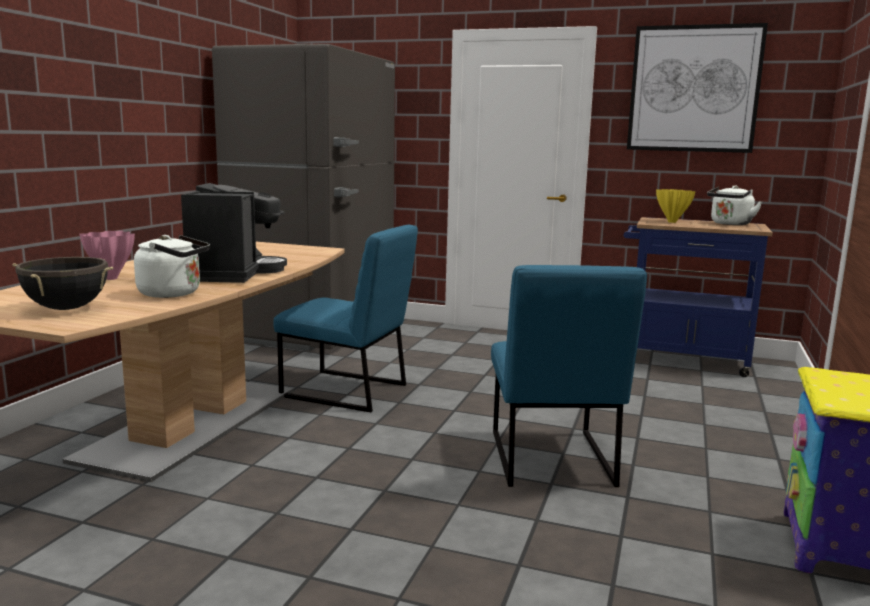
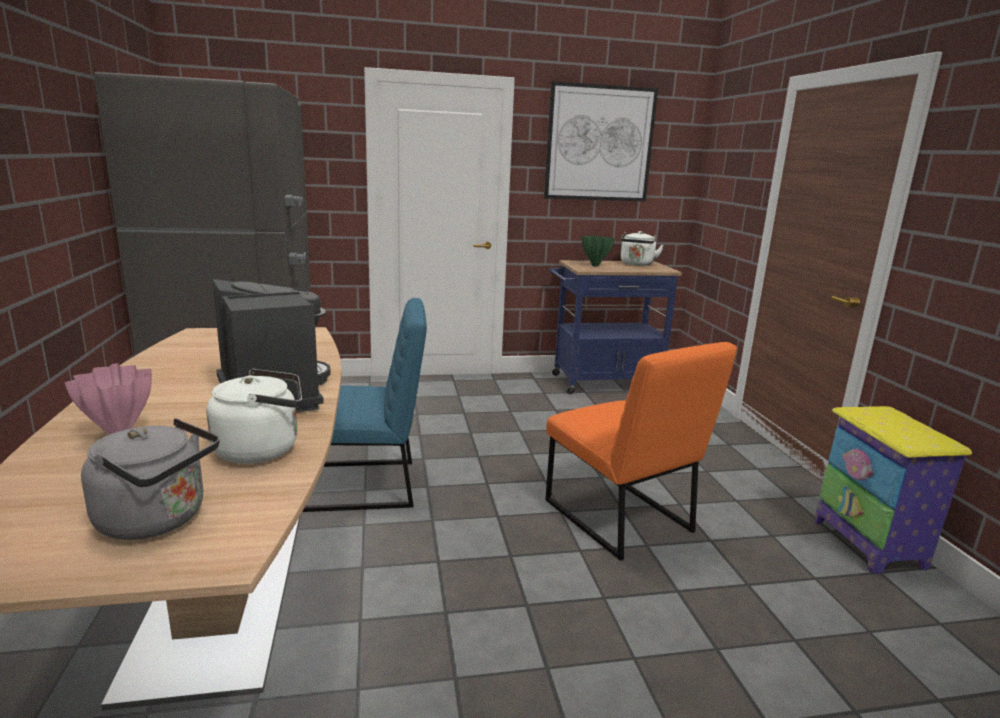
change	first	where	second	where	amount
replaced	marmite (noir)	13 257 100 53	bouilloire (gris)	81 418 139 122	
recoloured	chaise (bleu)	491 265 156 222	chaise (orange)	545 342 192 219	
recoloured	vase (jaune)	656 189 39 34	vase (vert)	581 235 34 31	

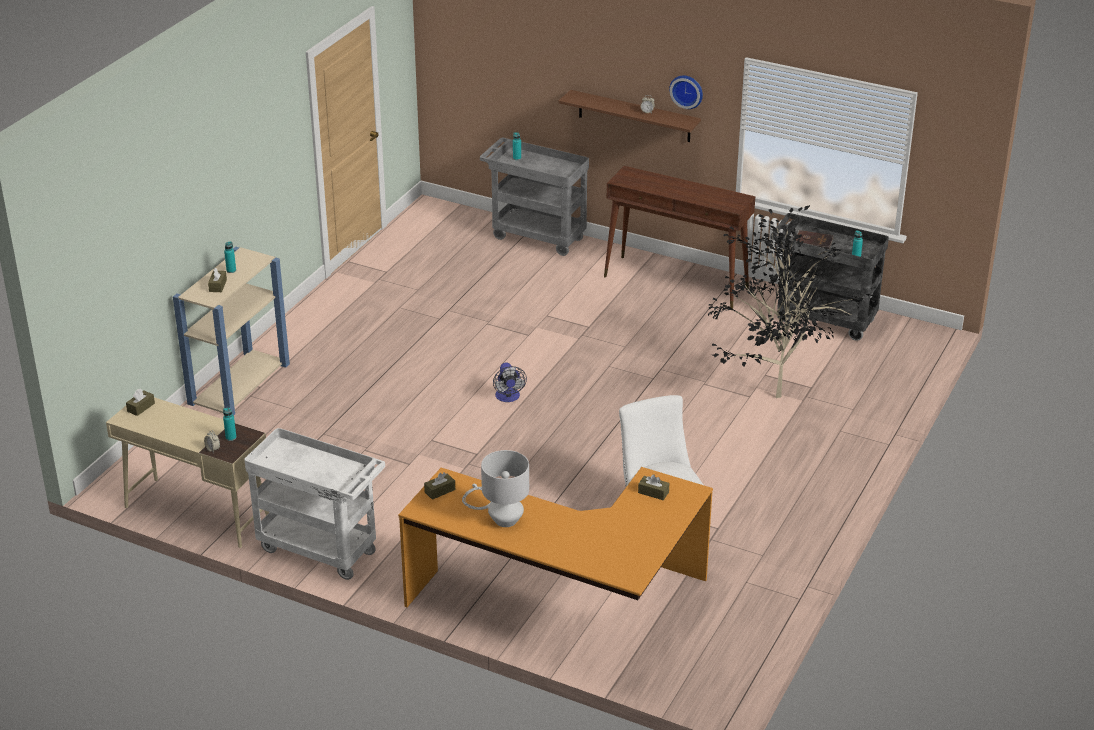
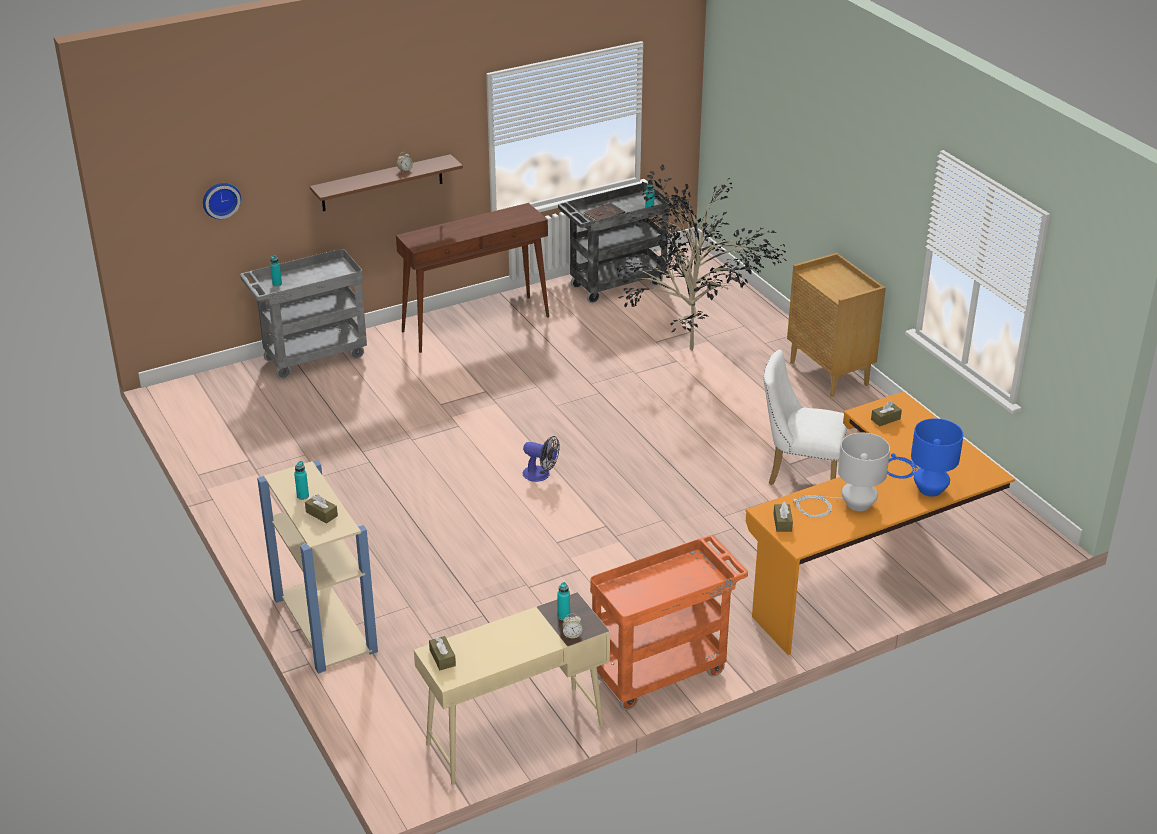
change	first	where	second	where	amount
added			meuble de rangement (marron)	787 253 99 144	
added			lampe de table (bleu)	887 418 77 79	
moved	horloge murale	669 76 34 33		203 183 38 36	
recoloured	chariot (blanc)	244 428 141 152	chariot (orange)	590 535 158 175	

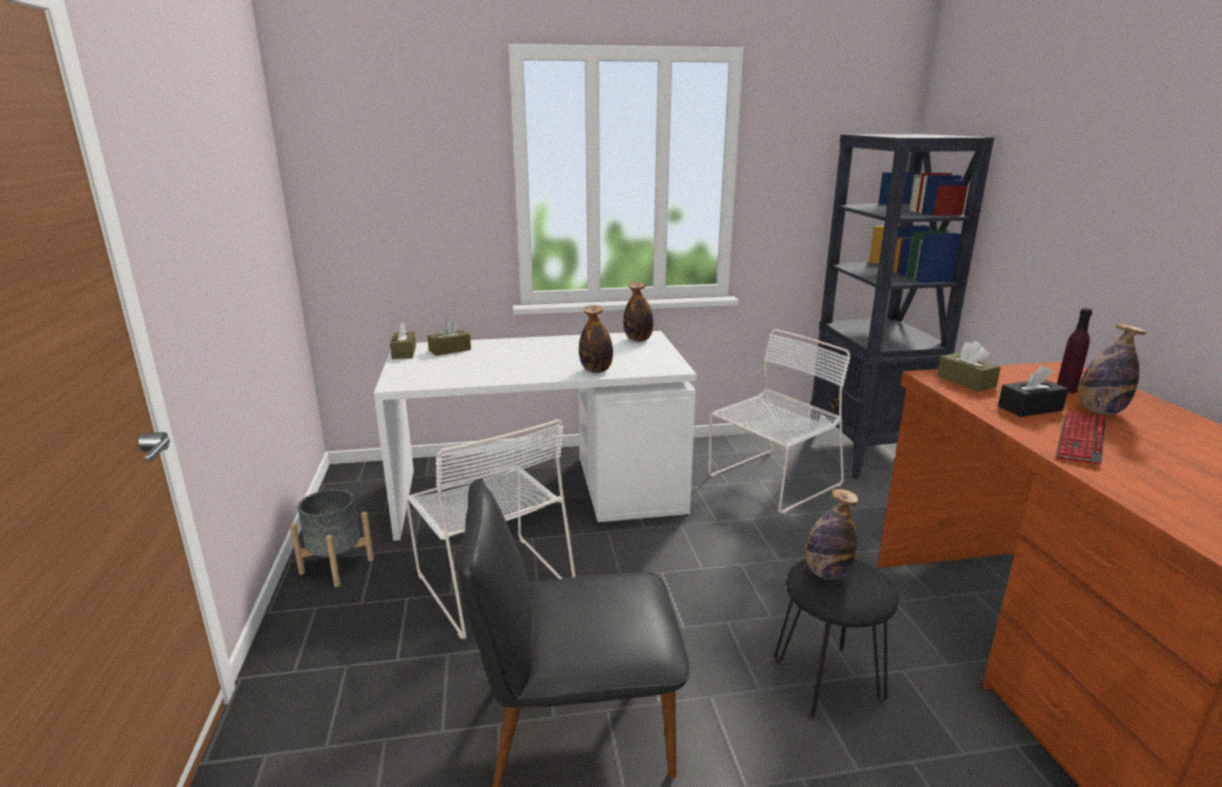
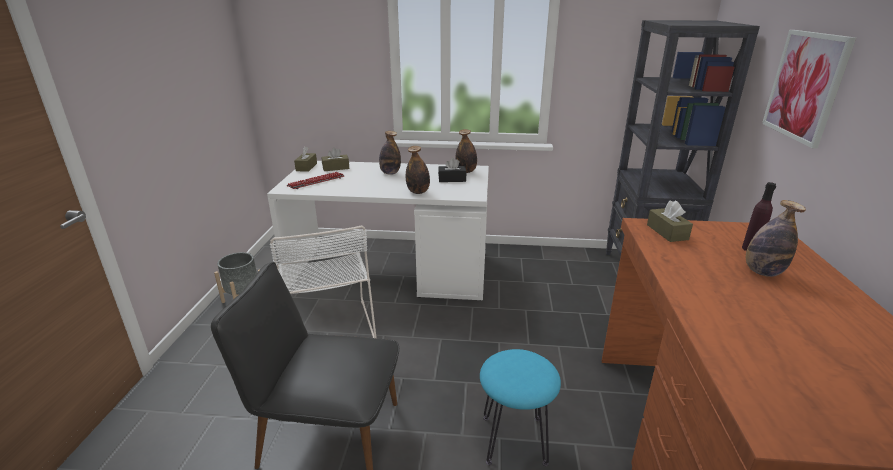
change	first	where	second	where	amount
removed	chaise (blanc)	708 329 142 185			
added			tableau	762 30 94 118	
moved	bouteille	806 489 53 91		379 131 22 43	
moved	boîte à mouchoirs (noir)	998 365 70 52		438 158 29 24	
moved	clavier	1055 412 51 53		287 172 58 17	
recoloured	tabouret (noir)	774 559 124 161	tabouret (turquoise)	480 349 81 117	

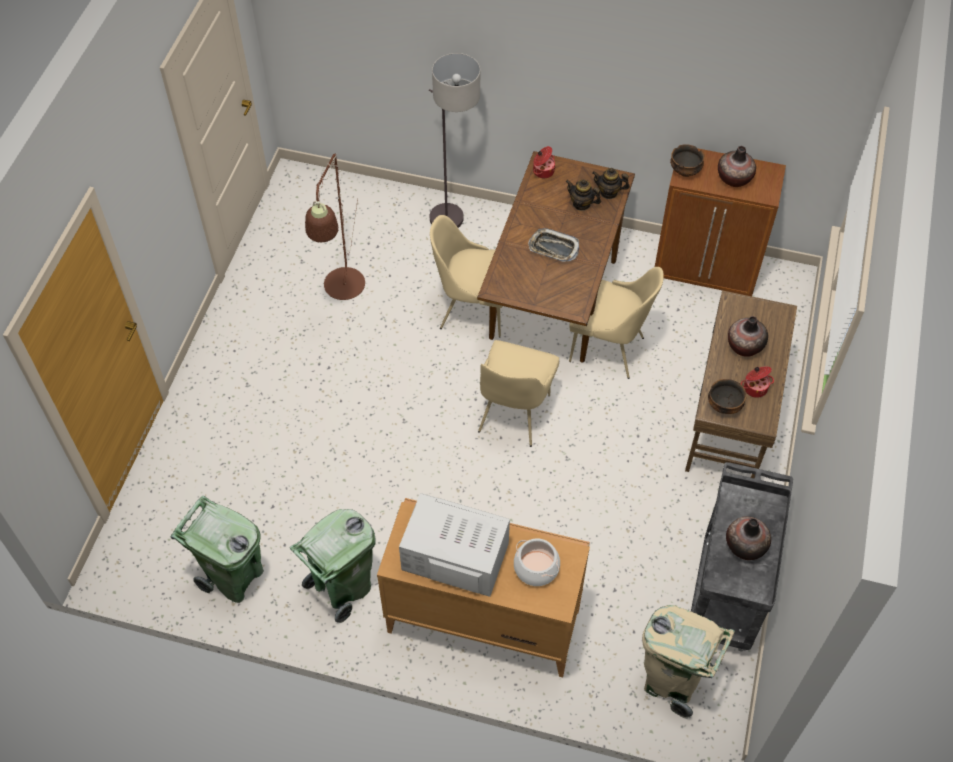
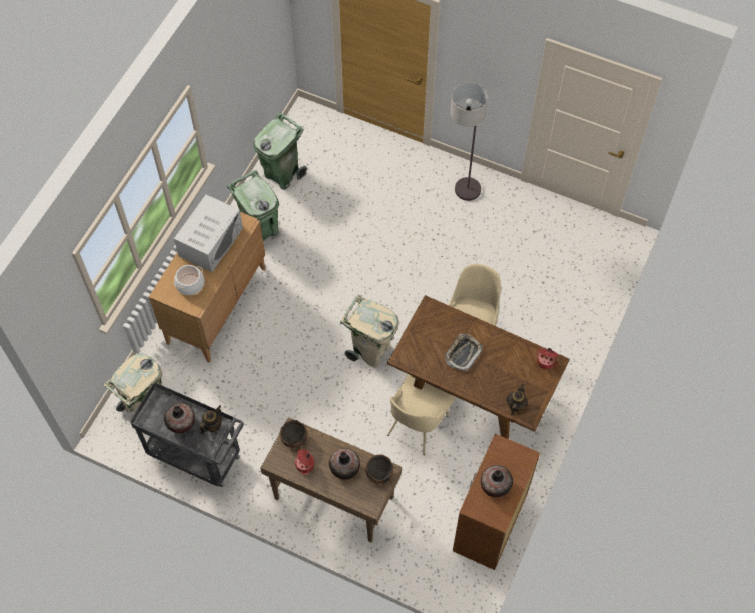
change	first	where	second	where	amount
removed	lampadaire (marron)	305 153 60 147			
moved	lampadaire (gris)	429 53 51 175		450 83 38 118	
moved	théière	566 179 35 32		200 405 22 29	
moved	bol	670 144 35 33		365 455 28 29	
replaced	chaise (beige)	478 340 81 107	poubelle (beige)	340 295 59 73	

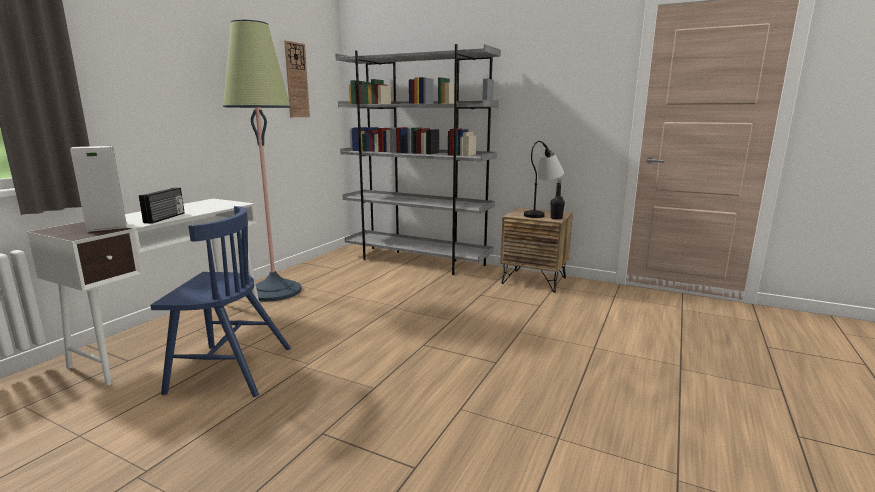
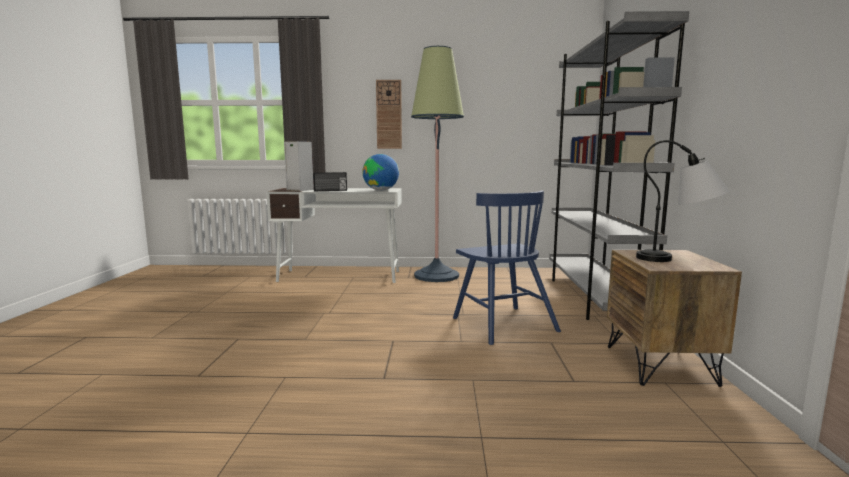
change	first	where	second	where	amount
removed	bouteille (noir)	551 179 14 41			
added			globe	362 154 37 37	
moved	chaise (bleu)	150 206 141 191		453 190 108 155	
moved	horloge murale	284 41 26 76		376 80 26 69	

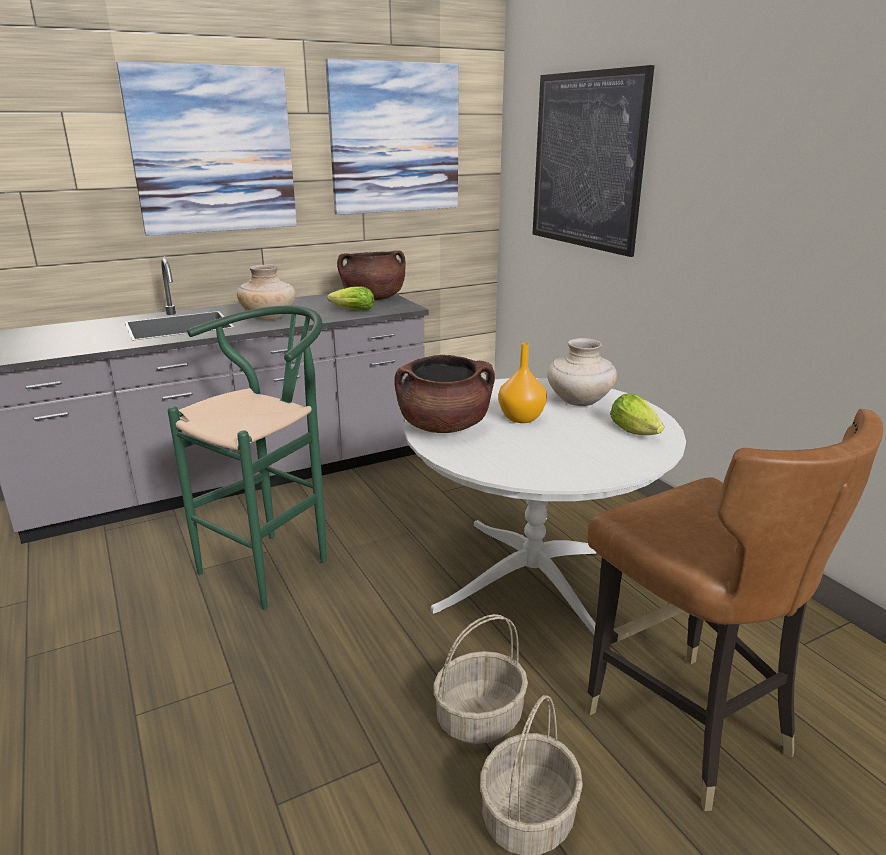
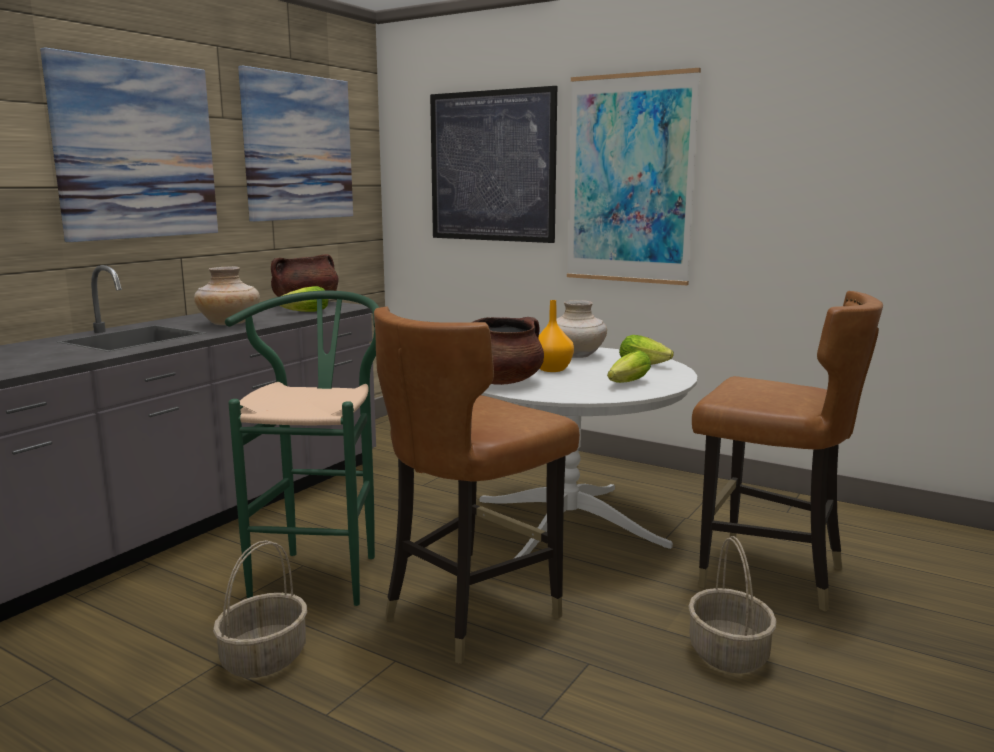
change	first	where	second	where	amount
added			chaise (marron)	374 306 206 358	
added			tableau	567 68 134 217	
added			laitue	607 350 44 33	
moved	panier	433 614 95 130		213 540 94 138	

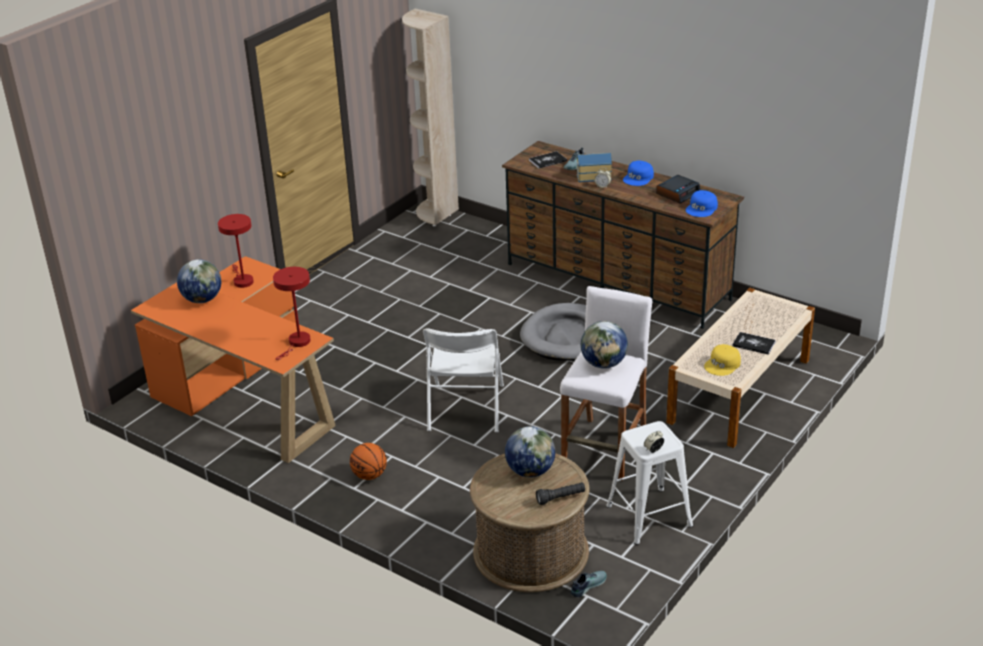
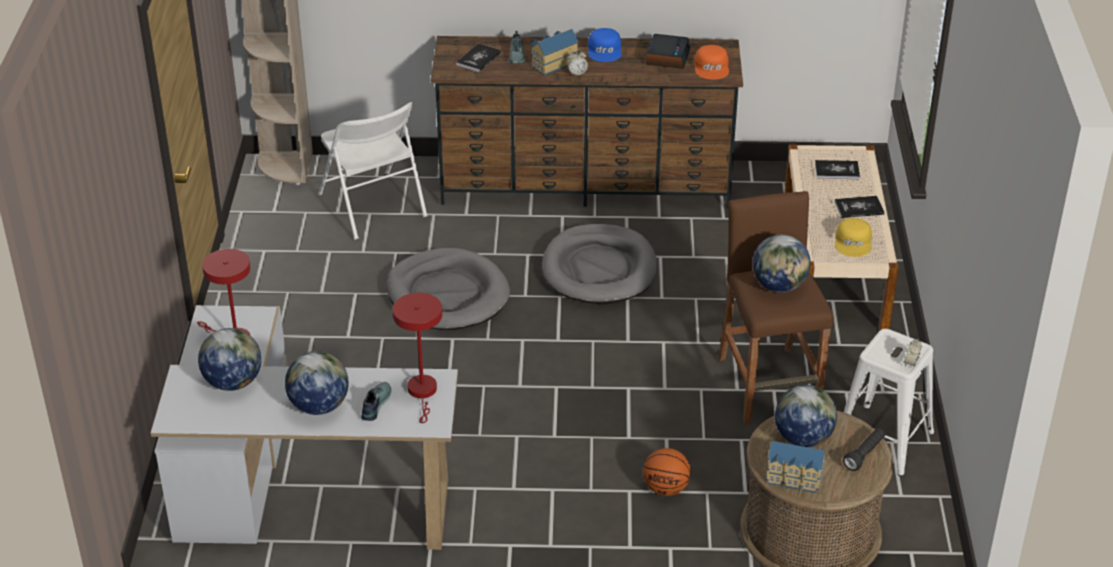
change	first	where	second	where	amount
added			globe	285 351 64 64	
added			panier pour chien (gris)	387 248 123 82	
added			maison miniature	766 441 60 52	
added			livre	815 160 45 19	
moved	ballon de basket	350 443 37 37		643 448 48 48	
moved	chaise (blanc)	423 329 81 103		318 102 110 138	
moved	chaussure	570 571 37 26		361 382 31 39	
recoloured	bureau (orange)	131 256 205 207	bureau (blanc)	151 305 307 245	
recoloured	tabouret (blanc)	560 286 92 195	tabouret (marron)	718 191 116 233	
recoloured	casquette (bleu)	686 190 32 27	casquette (orange)	694 45 35 35	

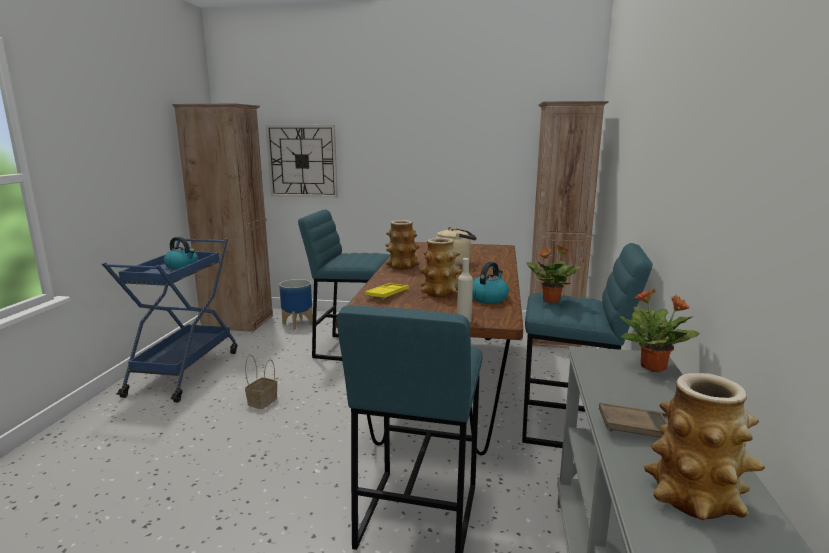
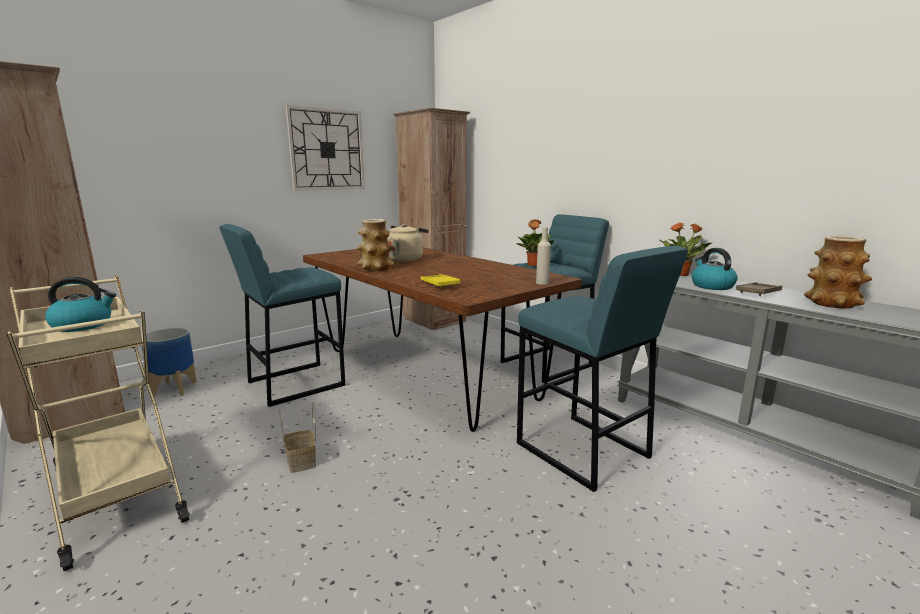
change	first	where	second	where	amount
removed	vase	420 238 42 60			
moved	horloge murale	266 125 72 73		286 105 79 86	
moved	bouilloire	472 262 37 42		692 248 46 42	
recoloured	chariot (bleu)	102 238 135 164	chariot (beige)	7 275 183 296	

